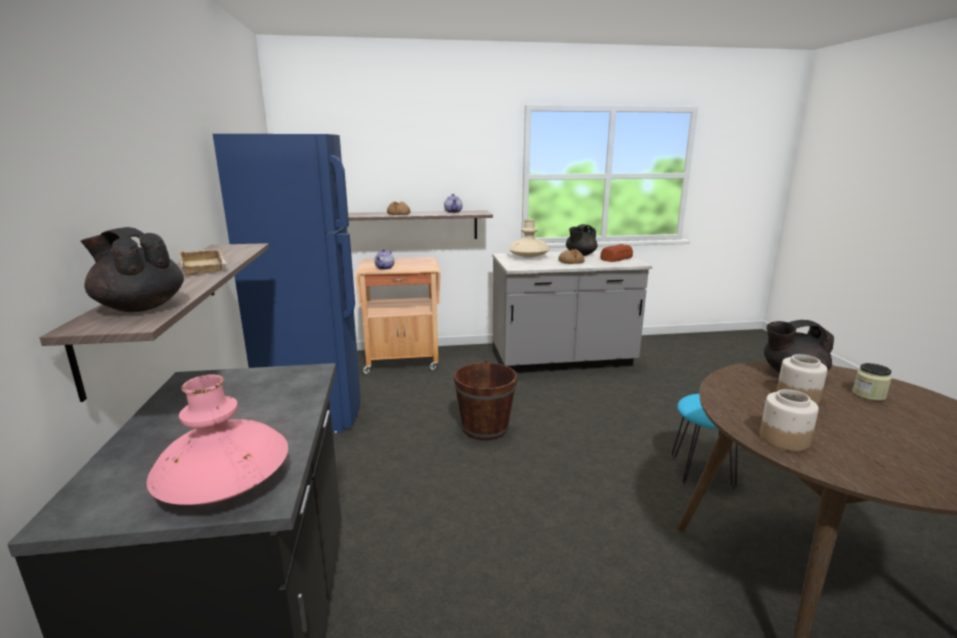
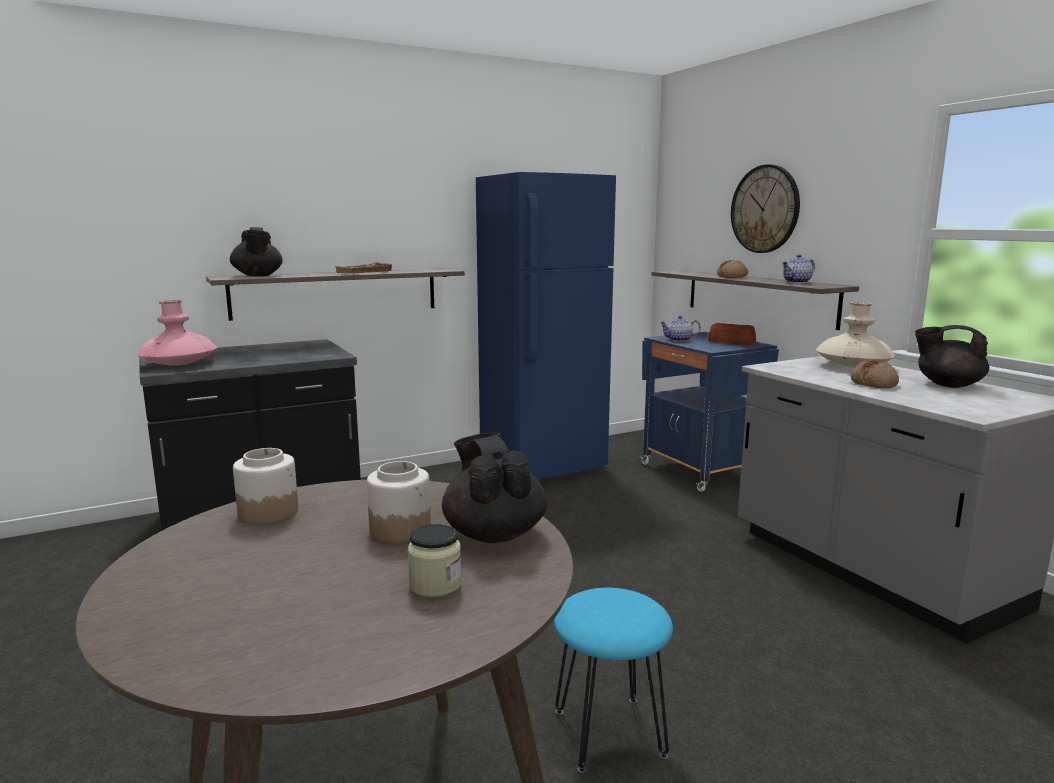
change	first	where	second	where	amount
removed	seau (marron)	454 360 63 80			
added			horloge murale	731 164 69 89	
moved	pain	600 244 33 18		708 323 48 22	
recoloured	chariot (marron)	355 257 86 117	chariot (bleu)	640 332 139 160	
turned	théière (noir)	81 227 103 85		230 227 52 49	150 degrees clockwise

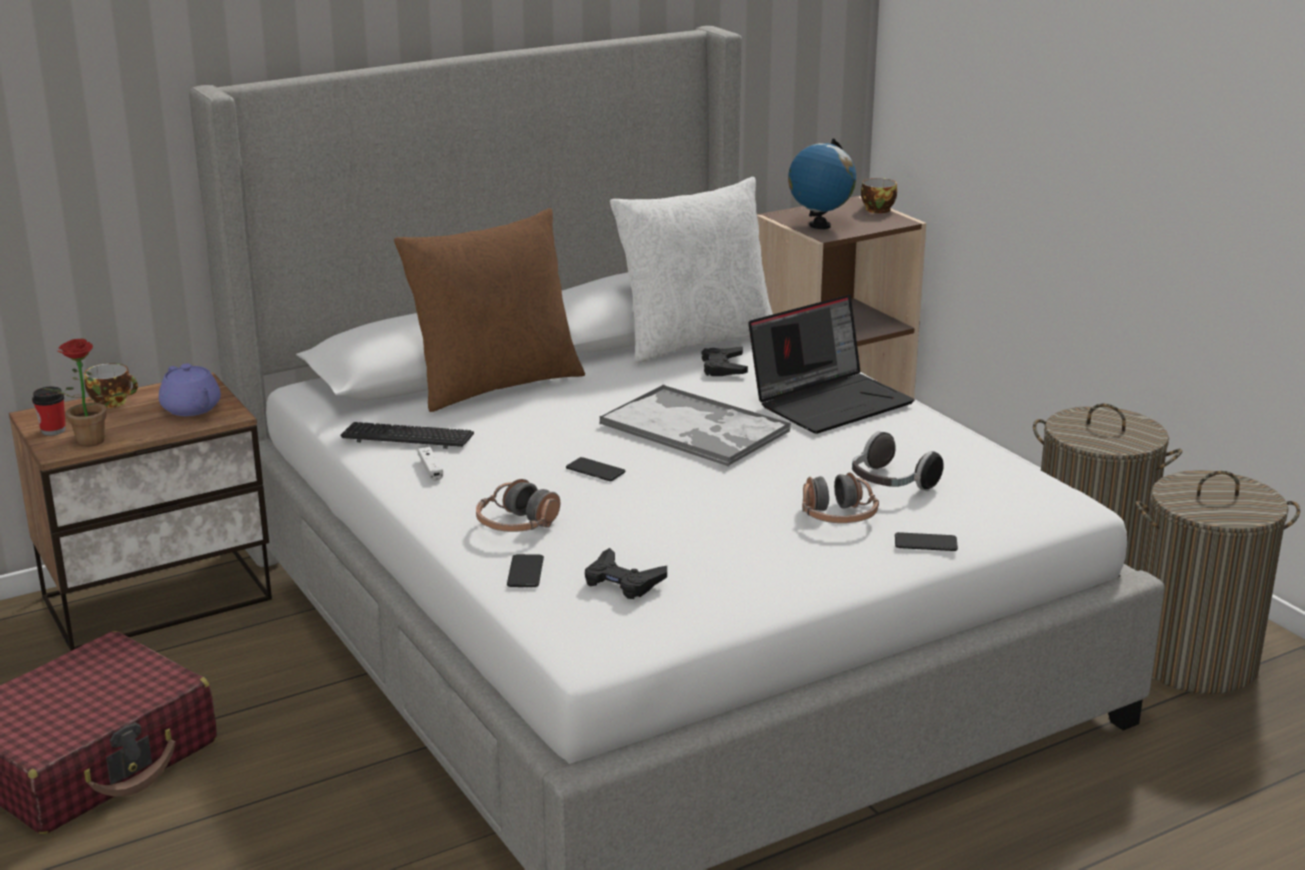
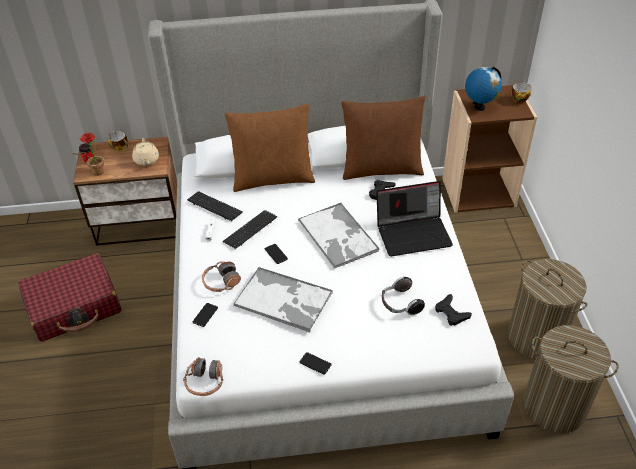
change	first	where	second	where	amount
added			clavier	223 210 54 39	
added			plateau	233 267 100 65	
moved	manette (noir)	585 548 82 51		435 294 37 32	
moved	casque audio	802 472 77 51		183 357 40 39	
moved	téléphone	895 532 63 19		299 352 33 23	
recoloured	théière (violet)	159 364 62 52	théière (beige)	132 138 27 28	
recoloured	coussin (blanc)	610 177 163 186	coussin (marron)	341 96 84 84	

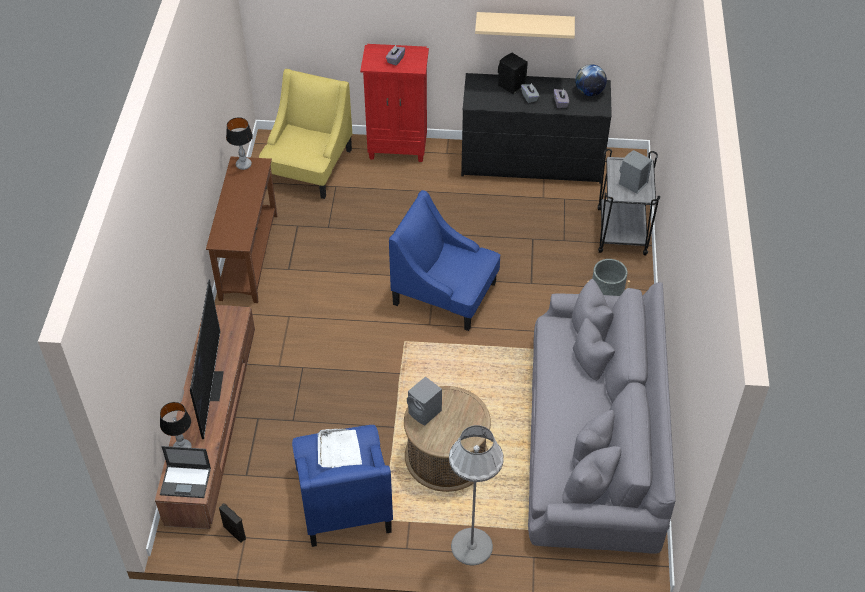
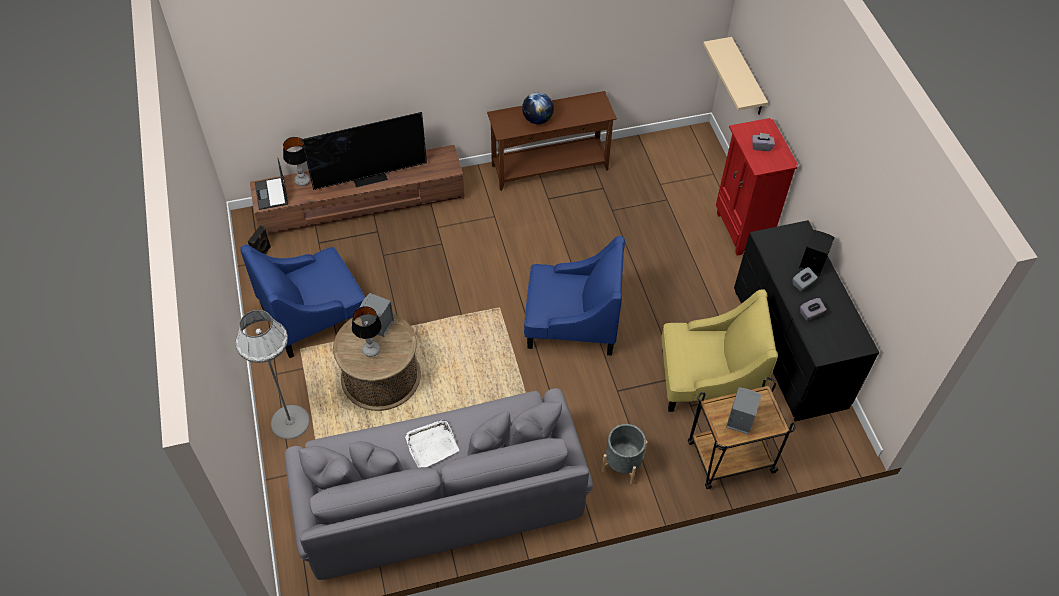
change	first	where	second	where	amount
moved	lampe de table	226 117 27 53		352 306 30 51	
moved	fauteuil (jaune)	259 69 93 130		661 289 117 123	
moved	plateau (blanc)	318 429 44 39		405 420 54 48	
moved	étagère (beige)	475 12 100 27		703 37 65 78	
moved	globe	575 64 32 32		522 92 32 32	
recoloured	chariot (gris)	597 149 63 106	chariot (marron)	688 377 108 112	
turned	fauteuil (bleu)	389 190 111 141		524 236 101 120	90 degrees clockwise

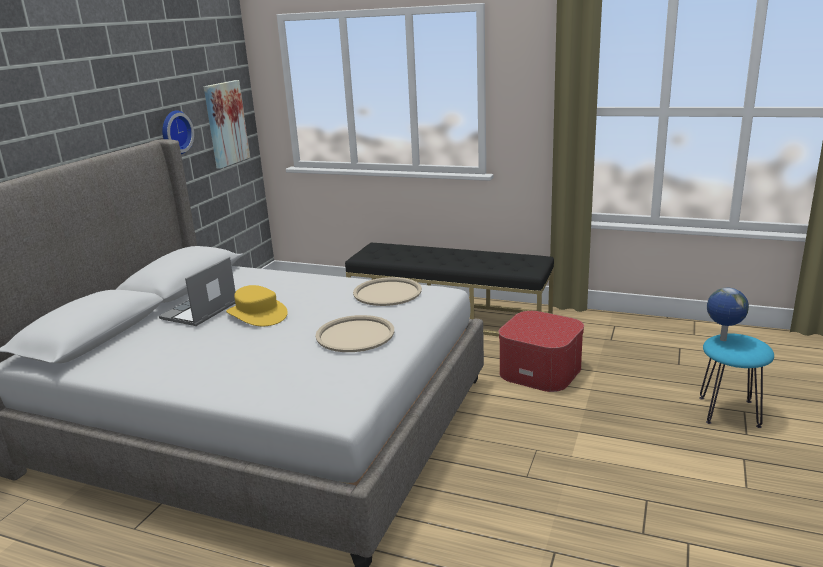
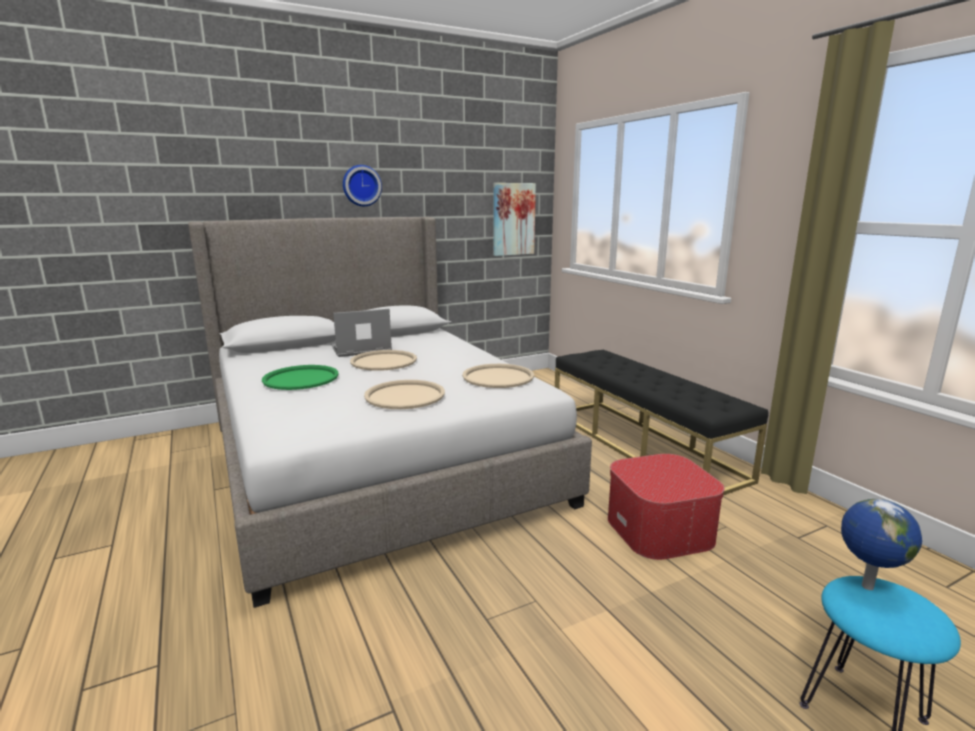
change	first	where	second	where	amount
added			plateau (vert)	262 365 77 25	
moved	horloge murale	162 110 32 44		343 165 39 41	
replaced	chapeau (jaune)	226 285 62 41	plateau (beige)	350 350 67 21	

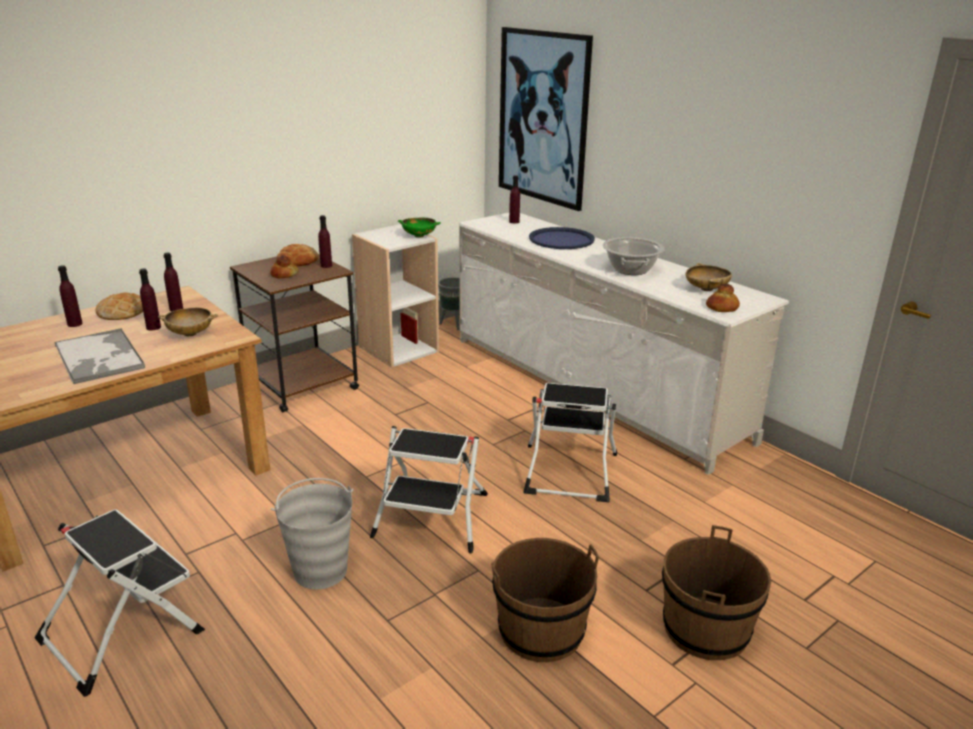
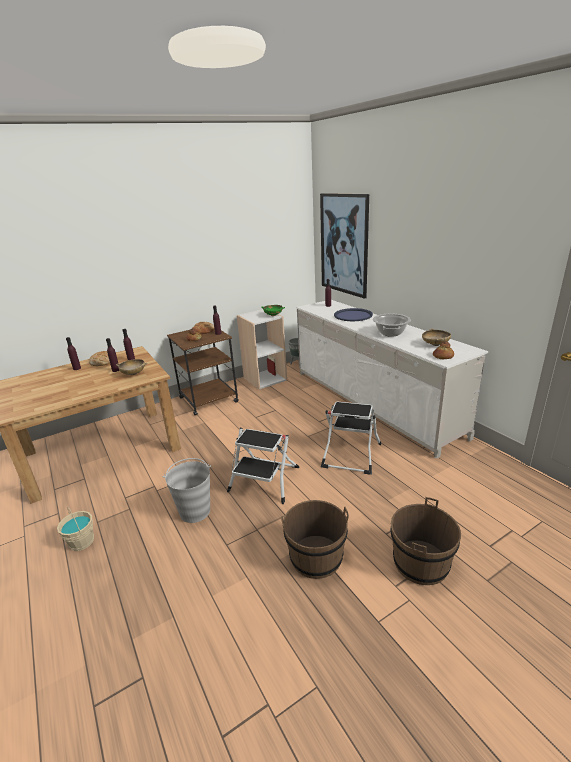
change	first	where	second	where	amount
removed	plateau	54 328 91 56			
replaced	escabeau	35 509 170 188	seau (beige)	57 507 37 44	

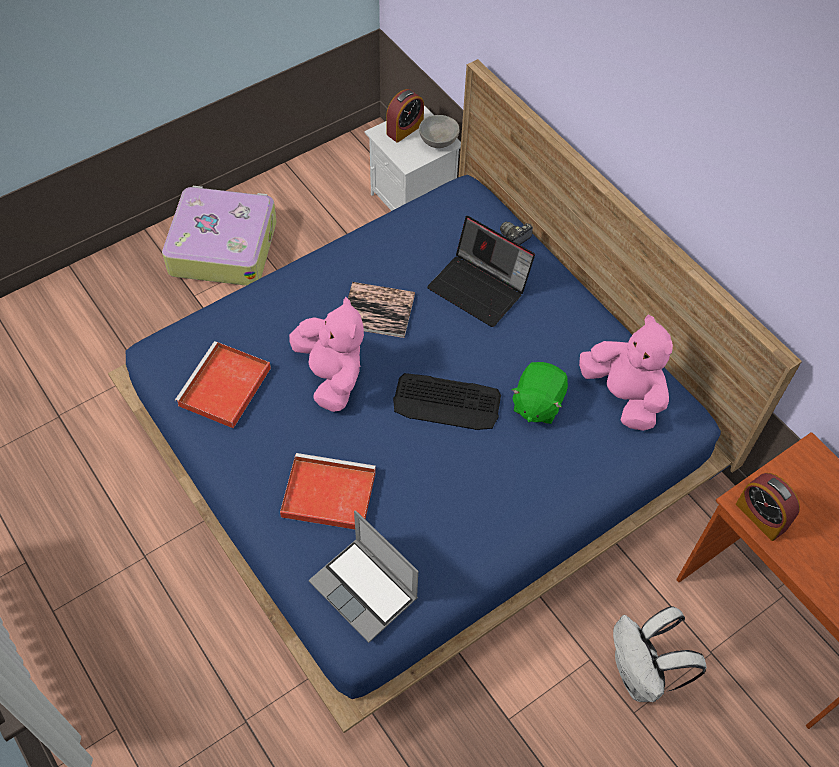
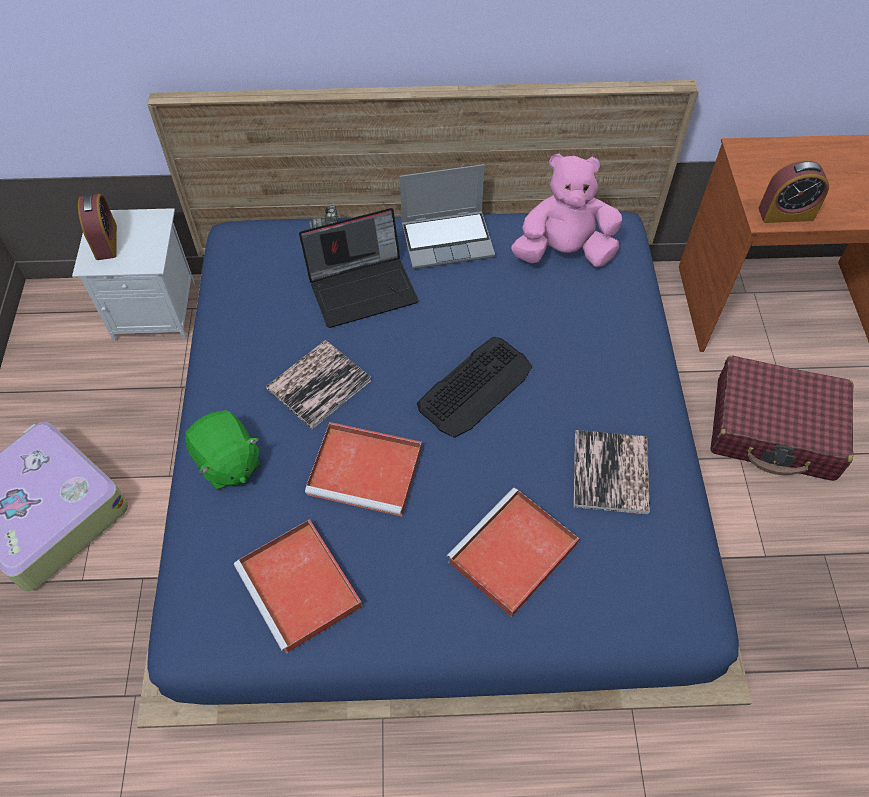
change	first	where	second	where	amount
removed	bol (gris)	419 115 41 33			
added			livre	574 430 76 84	
moved	ordinateur portable	309 510 109 133		400 164 95 105	
moved	peluche (vert)	511 362 57 62		185 410 75 80	
replaced	peluche (rose)	289 296 75 116	plateau (rouge)	305 422 117 95	
replaced	sac à dos (blanc)	613 606 94 96	valise (rouge)	710 355 144 126	

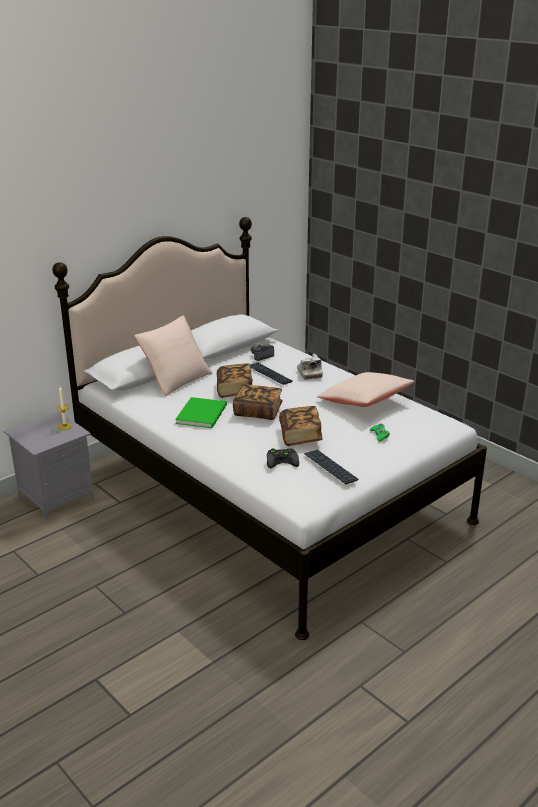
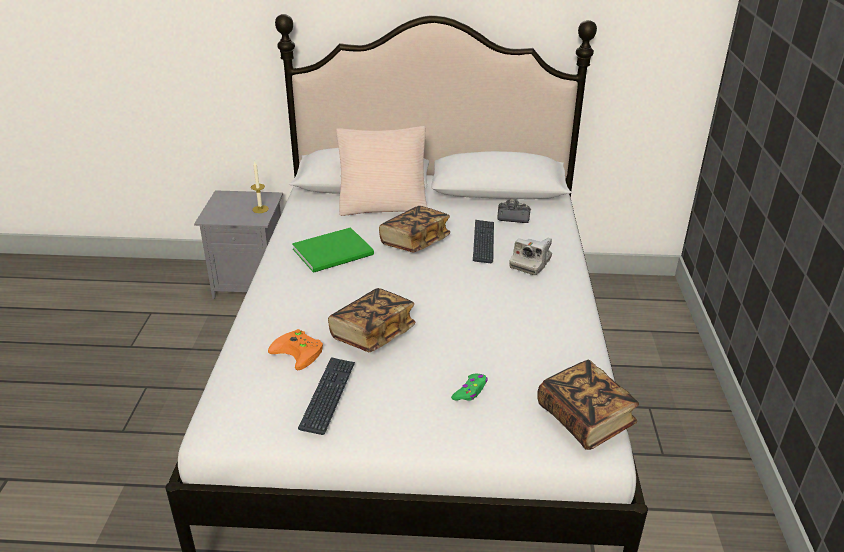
change	first	where	second	where	amount
removed	coussin (beige)	317 372 98 35			
moved	livre	233 384 50 36		537 360 102 90	
recoloured	manette (noir)	267 448 32 20	manette (orange)	268 329 55 41	

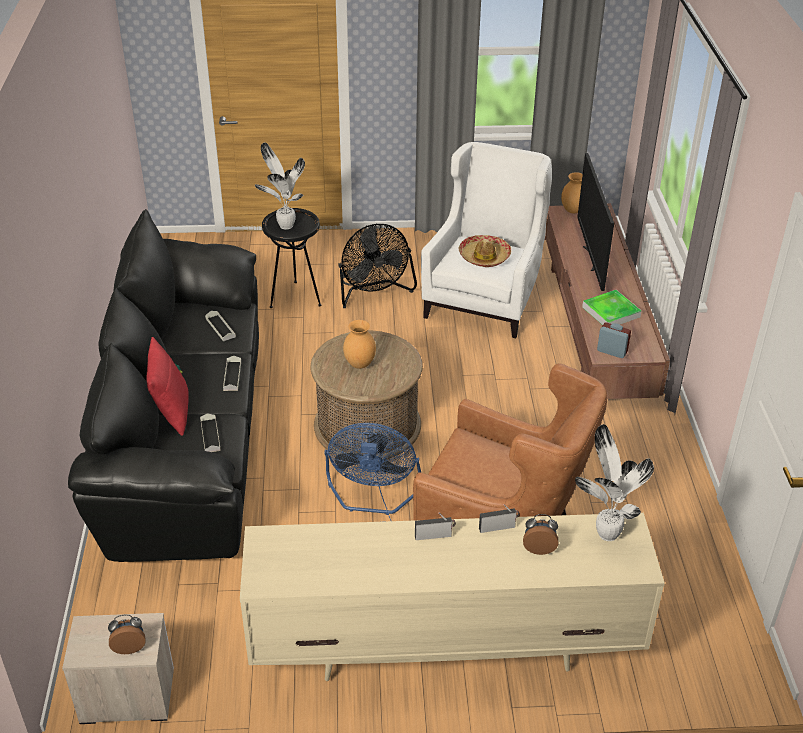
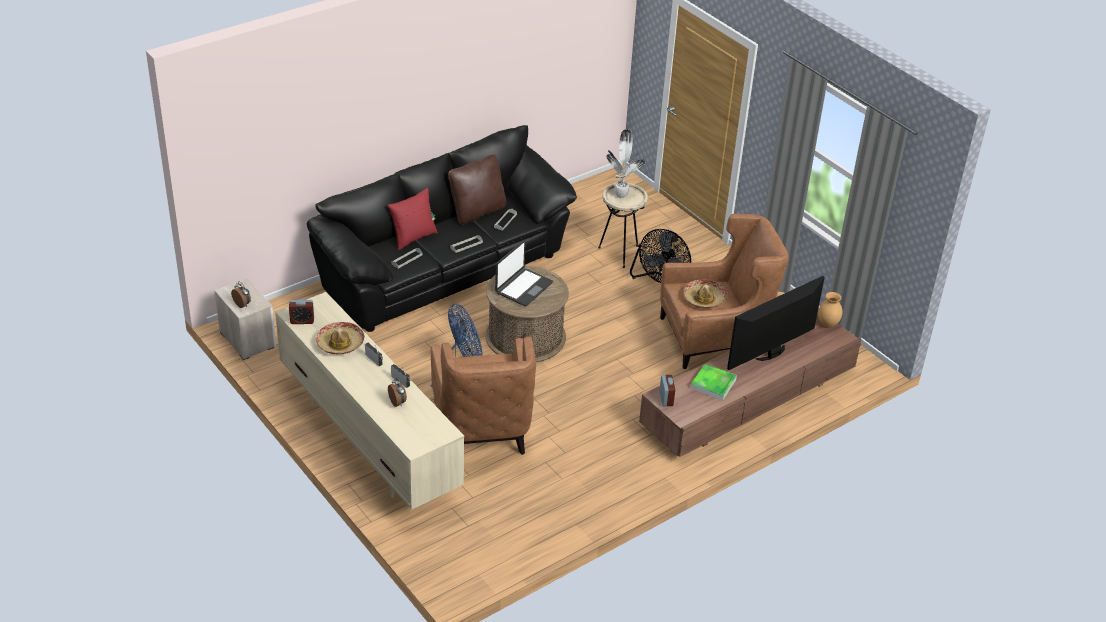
change	first	where	second	where	amount
removed	plante en pot	575 424 79 117			
added			réveil	289 300 25 24	
added			chapeau	316 322 49 32	
added			coussin (marron)	448 155 58 70	
replaced	vase (marron)	343 320 33 49	ordinateur portable	495 240 58 66	
recoloured	table d'appoint (noir)	262 208 59 100	table d'appoint (beige)	598 183 50 85	
recoloured	fauteuil (blanc)	421 142 131 196	fauteuil (marron)	660 214 129 155	

